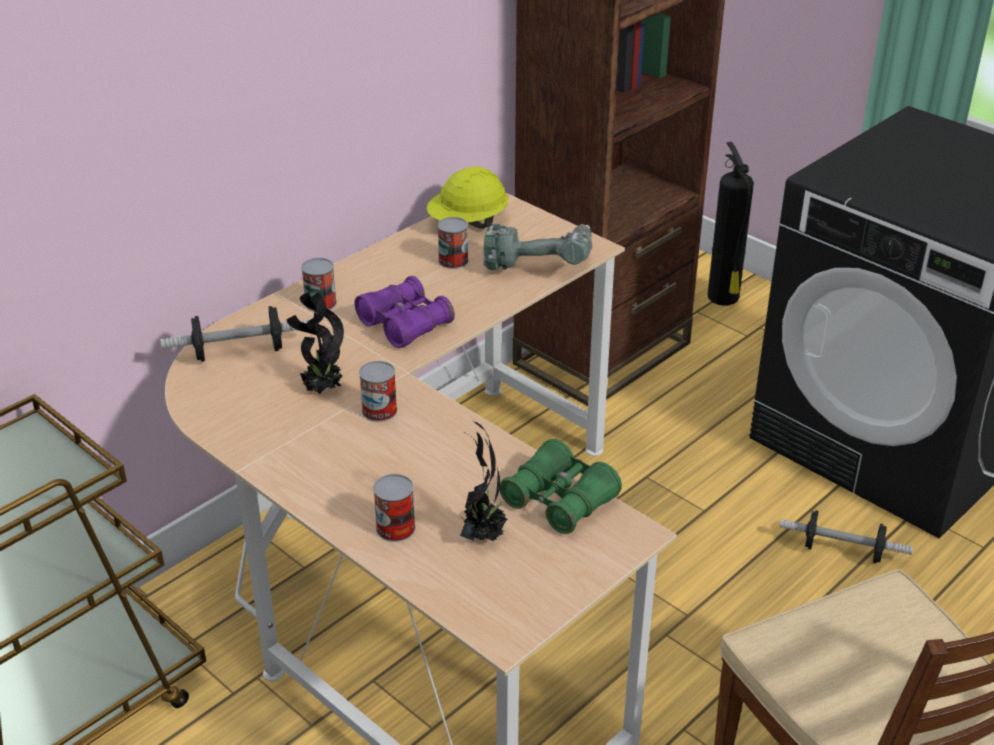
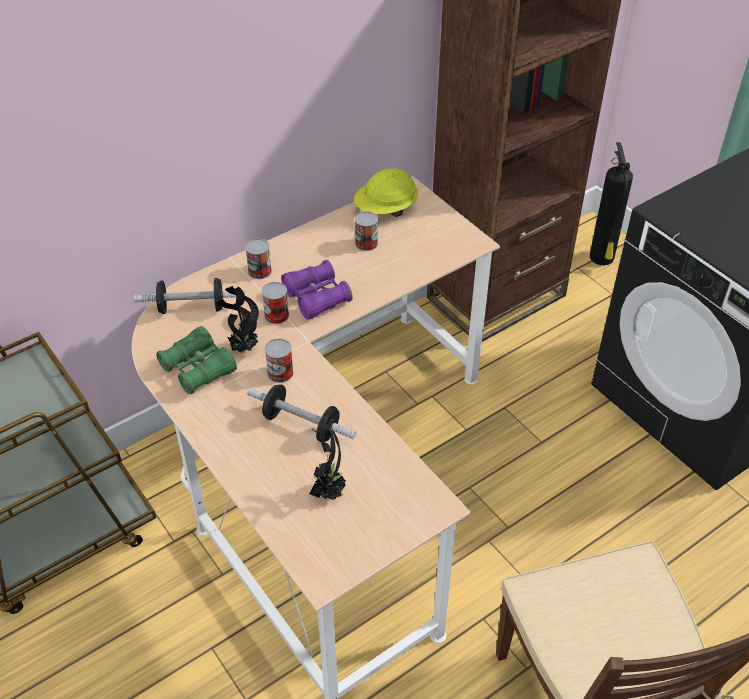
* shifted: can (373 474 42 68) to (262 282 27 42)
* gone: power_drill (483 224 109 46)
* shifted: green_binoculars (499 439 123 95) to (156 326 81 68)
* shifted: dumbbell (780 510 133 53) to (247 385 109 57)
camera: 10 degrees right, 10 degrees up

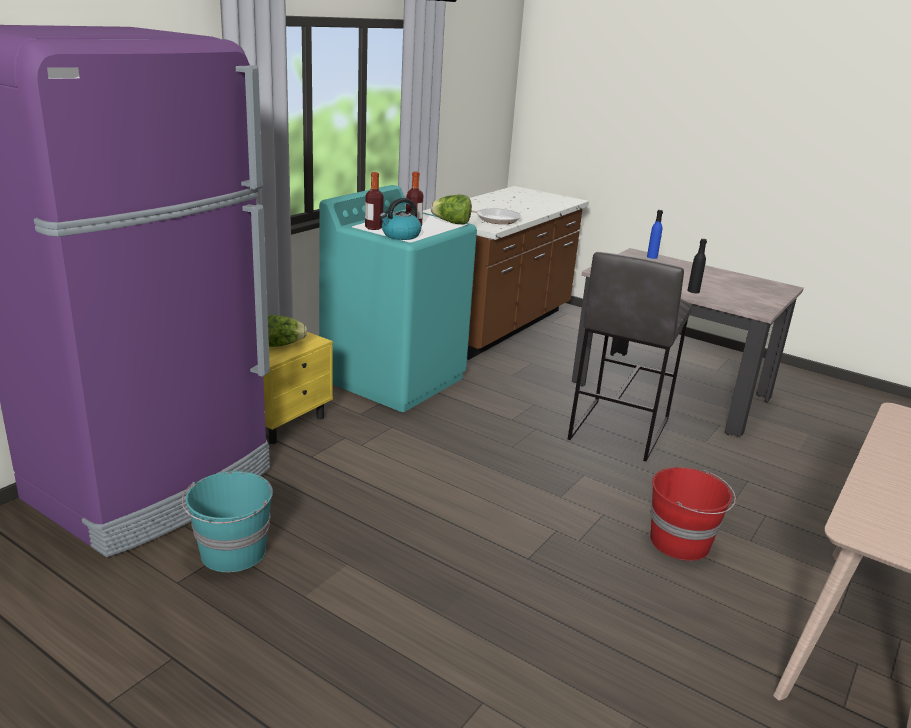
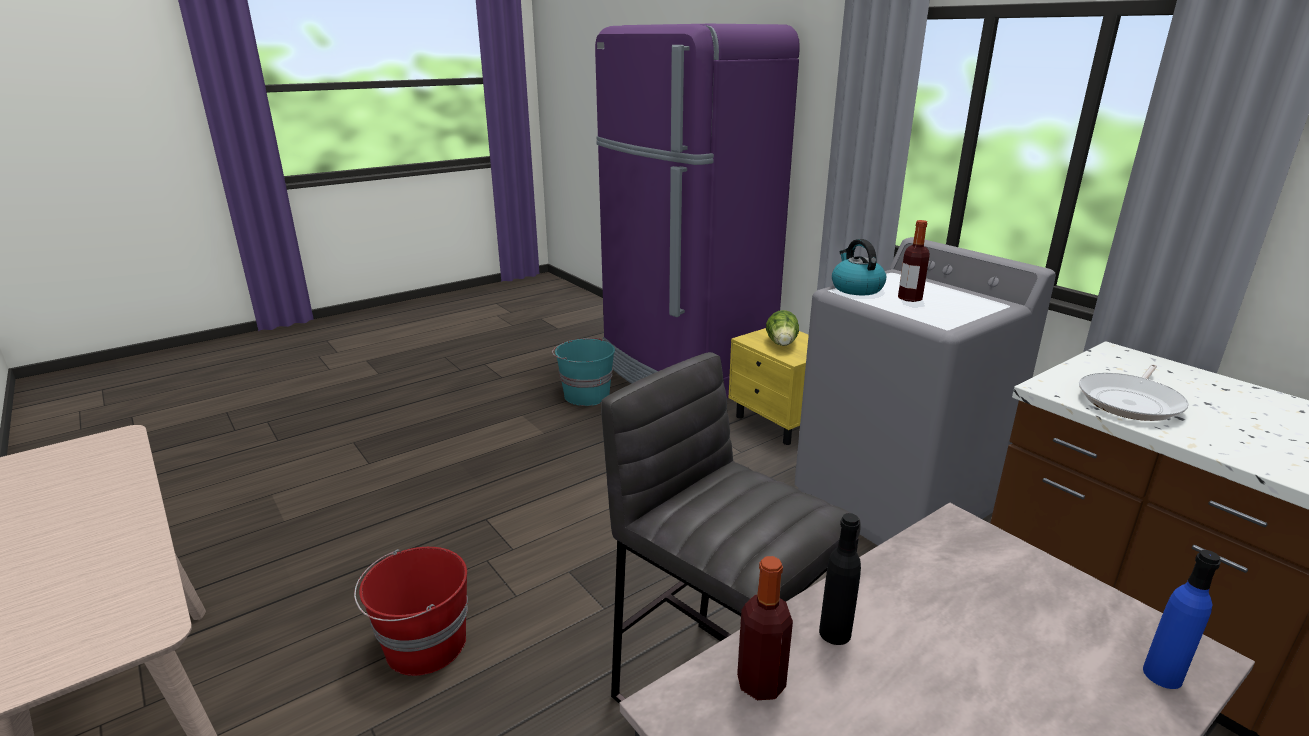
* repainted: turquoise_washing_machine (319 185 158 227) to grey_washing_machine (795 237 261 309)
* shifted: bottle (365 172 19 58) to (737 556 56 144)
* gone: lettuce (431 195 41 30)
camera: 110 degrees right, 0 degrees up

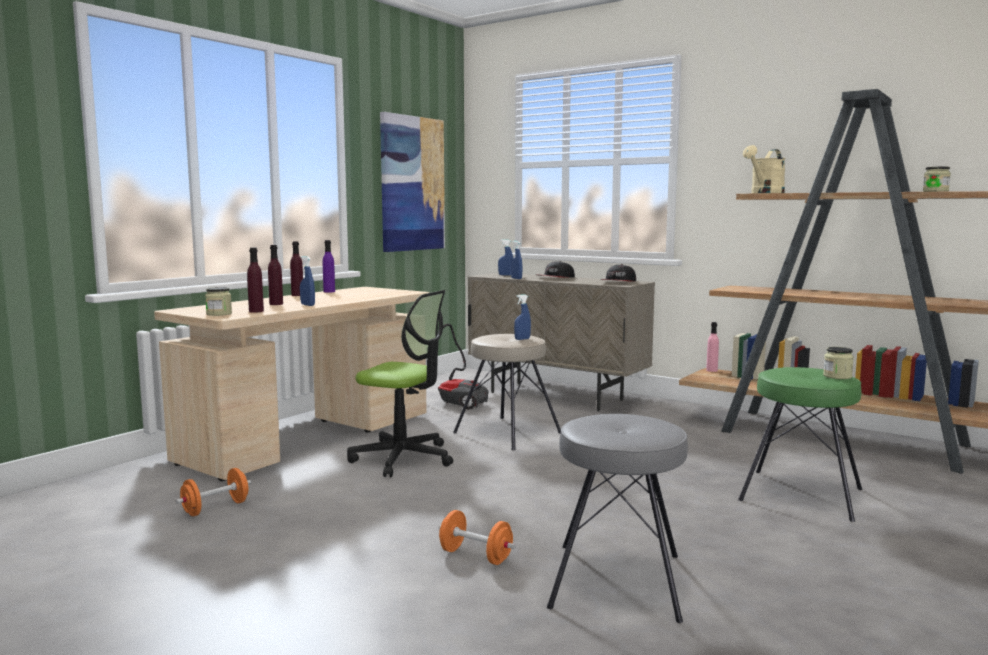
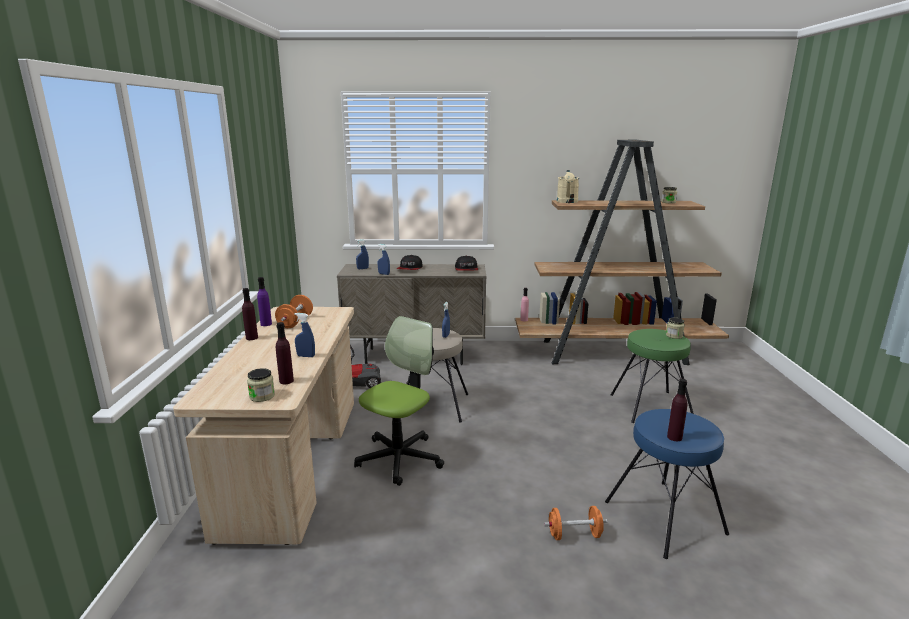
* shifted: orange_dumbbell (176 468 75 48) to (275 295 38 33)
* shifted: purple_bottle (268 245 15 60) to (667 379 20 62)
* rotated: office_chair (347 290 106 187) = (354 316 90 170) 45 degrees counterclockwise
* gone: picture (380 112 65 140)
* repainted: grey_stool (547 414 141 209) to blue_stool (605 409 124 150)
camera: 35 degrees left, 10 degrees up

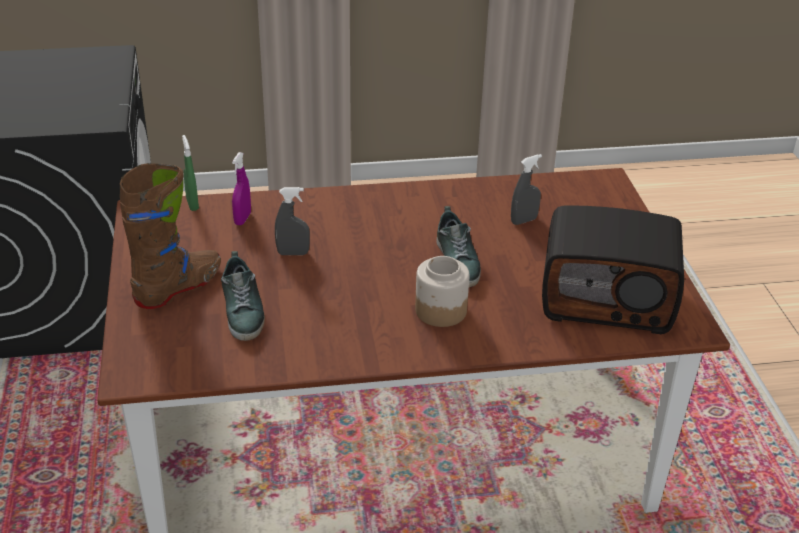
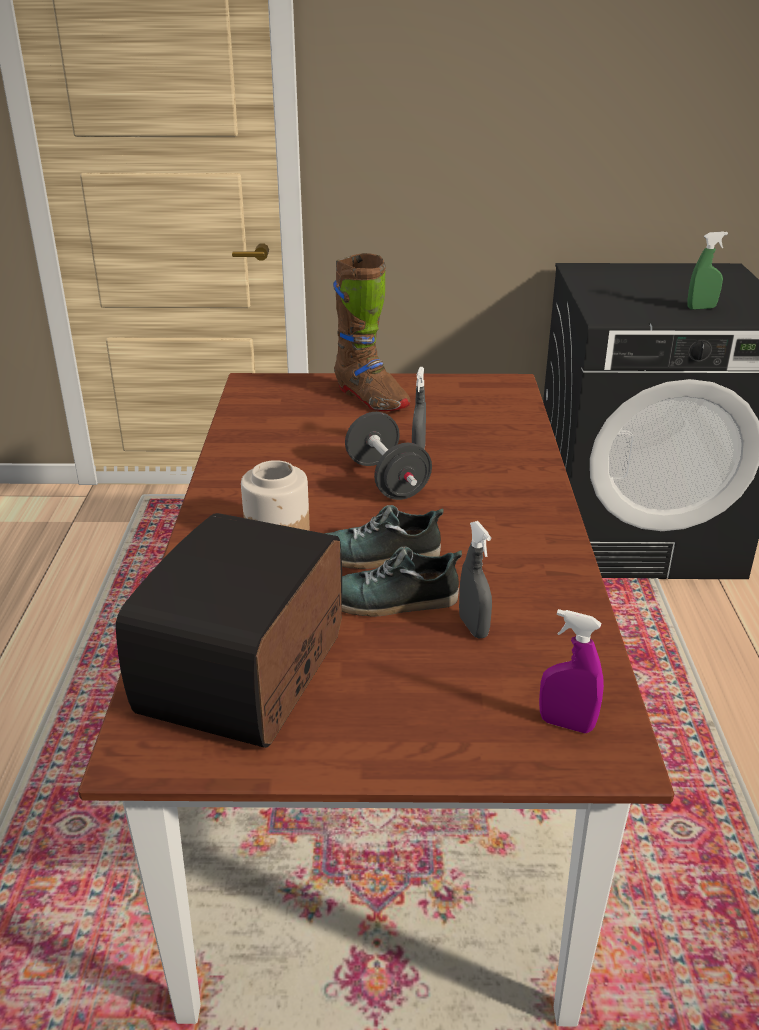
* shifted: green_spray_bottle (182 135 17 76) to (688 231 40 79)
* shifted: shoe (221 251 44 90) to (342 547 120 70)
* shifted: purple_spray_bottle (232 152 19 73) to (539 609 65 124)
* new: black_dumbbell (345 412 87 88)
camera: 100 degrees right, 5 degrees down

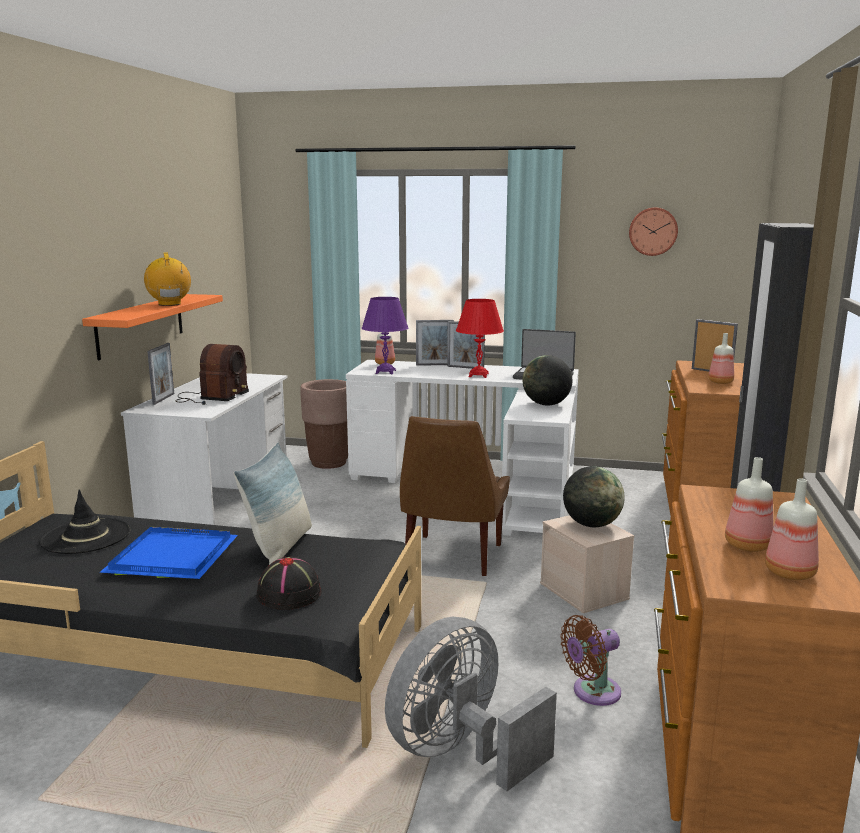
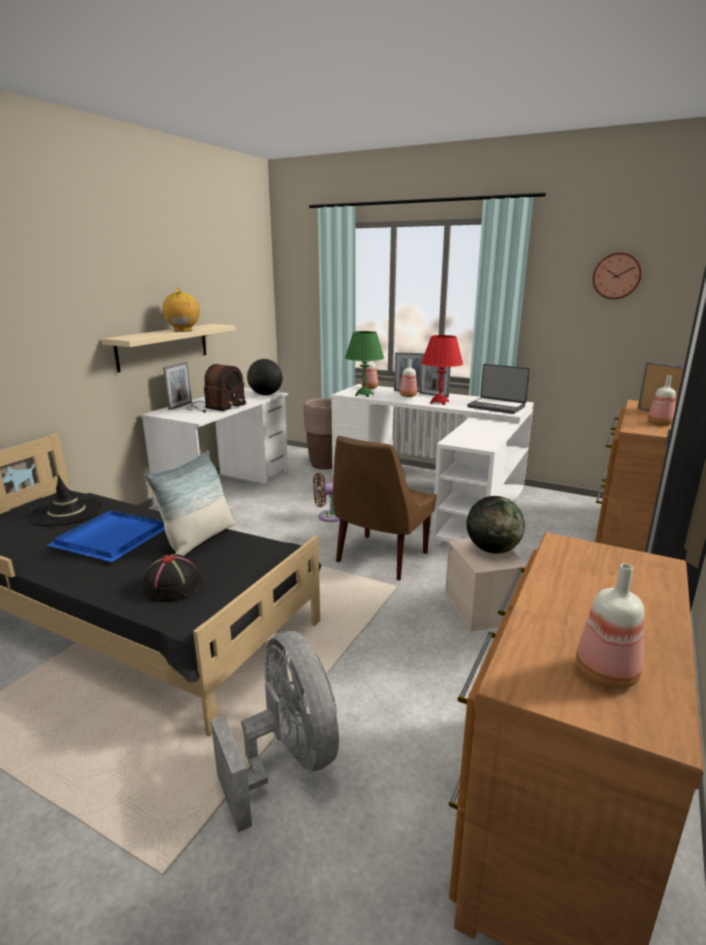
* repainted: orange_shelf (82 294 141 66) to beige_shelf (101 324 135 49)
* repainted: purple_table_lamp (362 297 46 77) to green_table_lamp (345 331 39 66)
* rotated: grey_fan (385 617 172 174) = (211 631 128 201) 90 degrees clockwise
* shifted: globe (522 355 50 51) to (247 359 36 36)
* shifted: brown_fan (560 615 61 91) to (313 473 27 49)
* shifted: bottle (725 457 49 95) to (399 359 18 38)
camera: 15 degrees right, 5 degrees up

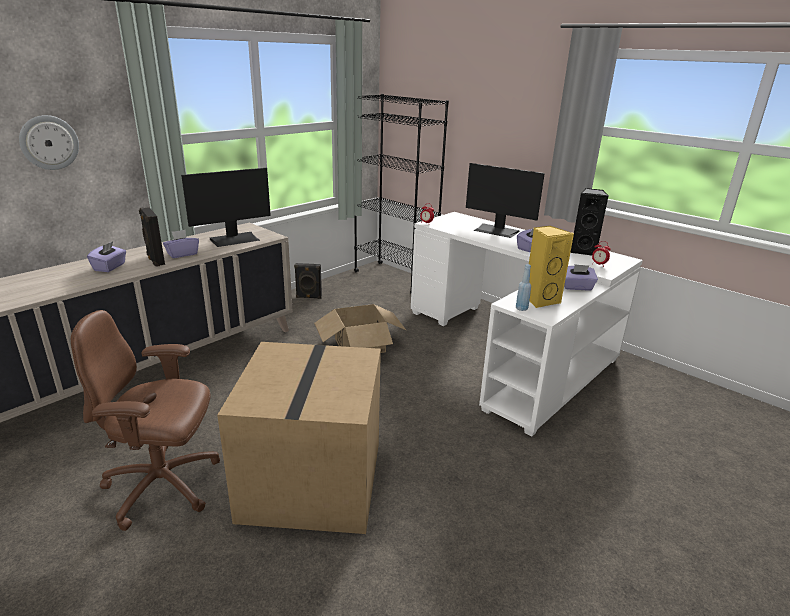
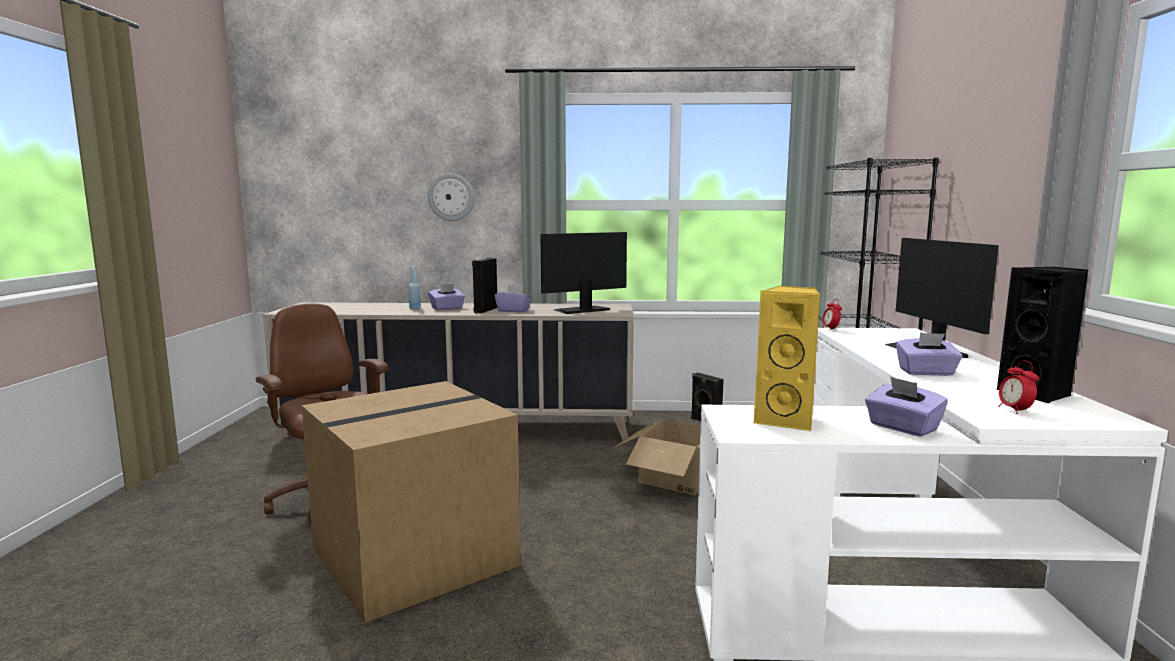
* rotated: monitor (181 168 90 79) = (540 232 87 82) 135 degrees clockwise
* shifted: blue_bottle (516 264 15 47) to (408 267 13 42)
camera: 50 degrees right, 15 degrees down

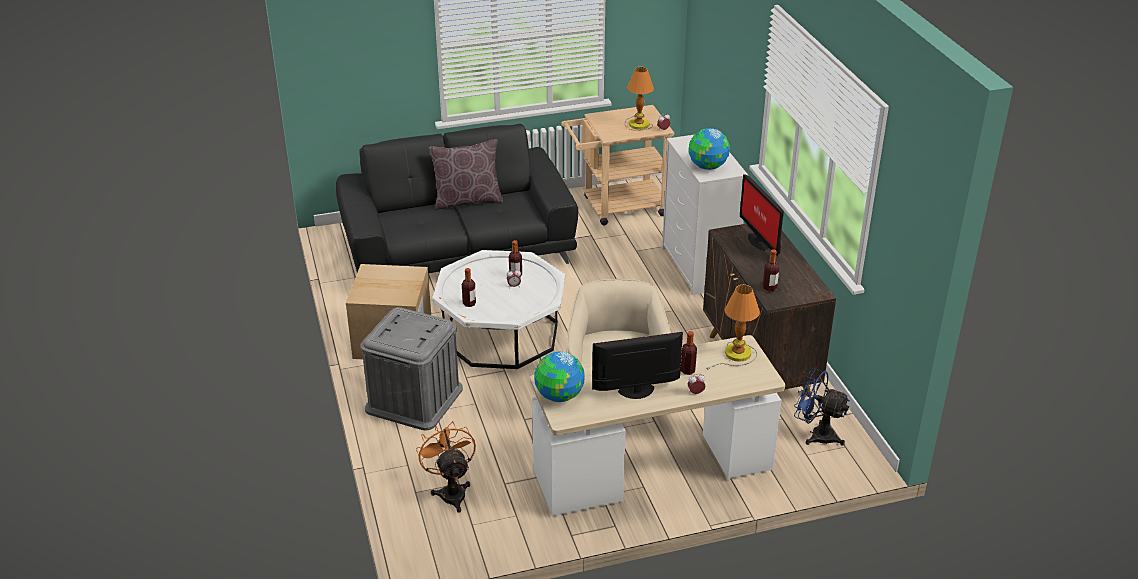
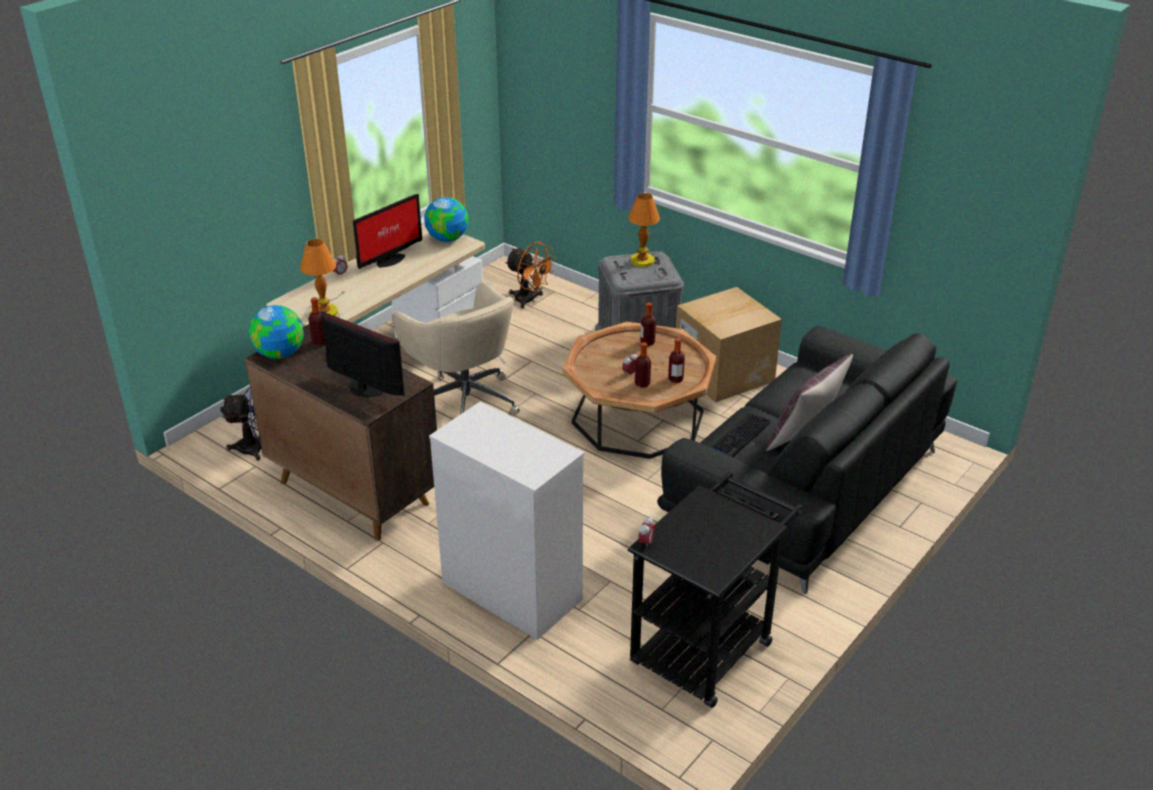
* repainted: white_coffee_table (432 250 133 119) to brown_coffee_table (562 322 155 137)
* repainted: beige_cart (561 105 113 121) to black_cart (628 472 175 236)
* shifted: table_lamp (625 67 29 63) to (626 193 38 85)
* shifted: bottle (681 331 16 44) to (668 338 17 45)
* shifted: globe (689 128 41 42) to (249 305 55 54)
* new: keyboard (711 413 60 44)
camera: 145 degrees right, 0 degrees up

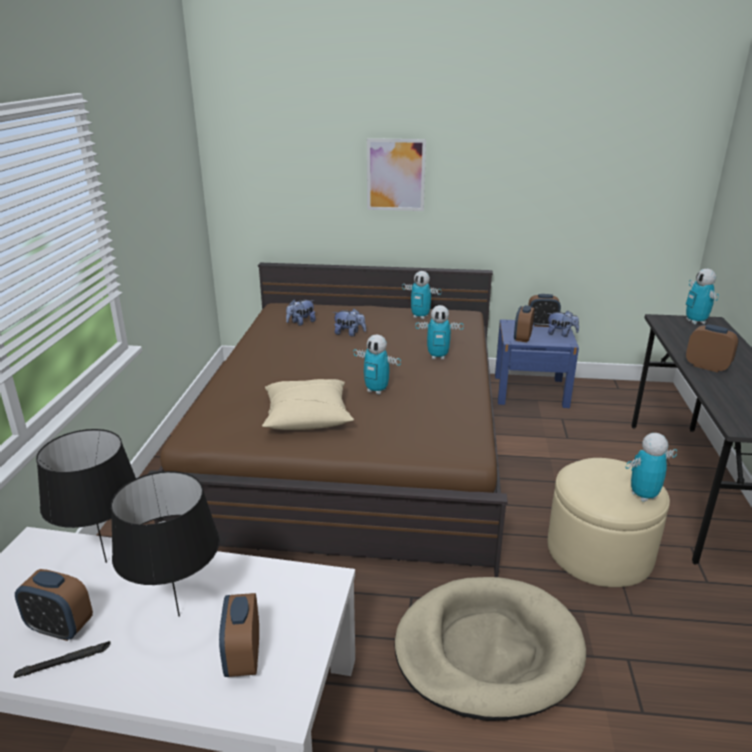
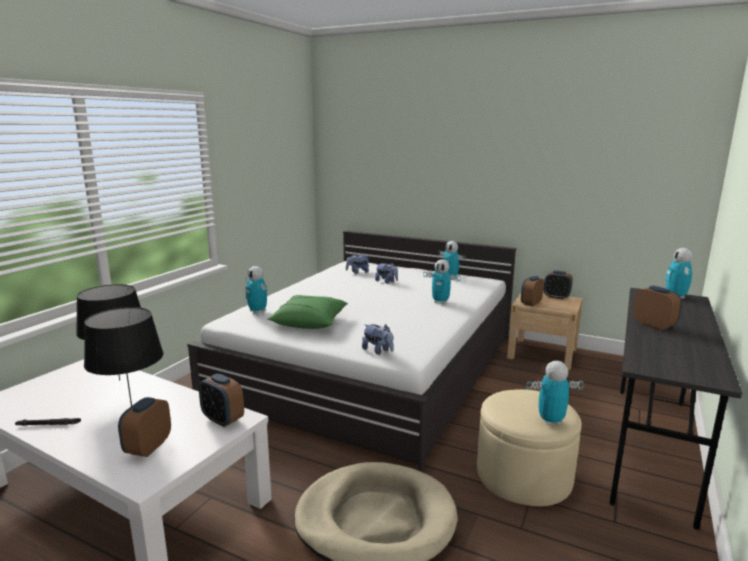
* shifted: alarm_clock (15 569 78 72) to (199 374 45 53)
* repainted: brown_bed (148 263 360 314) to white_bed (187 231 330 241)
* repainted: beige_pillow (262 379 92 51) to green_pillow (267 295 81 34)
* shifted: toy_robot (353 334 48 61) to (246 266 21 48)
* gone: picture (367 138 59 73)
* repainted: blue_nightstand (495 319 84 89) to beige_nightstand (507 293 76 77)
* shifted: plush_toy (547 311 32 26) to (362 324 32 31)
camera: 20 degrees right, 10 degrees down

